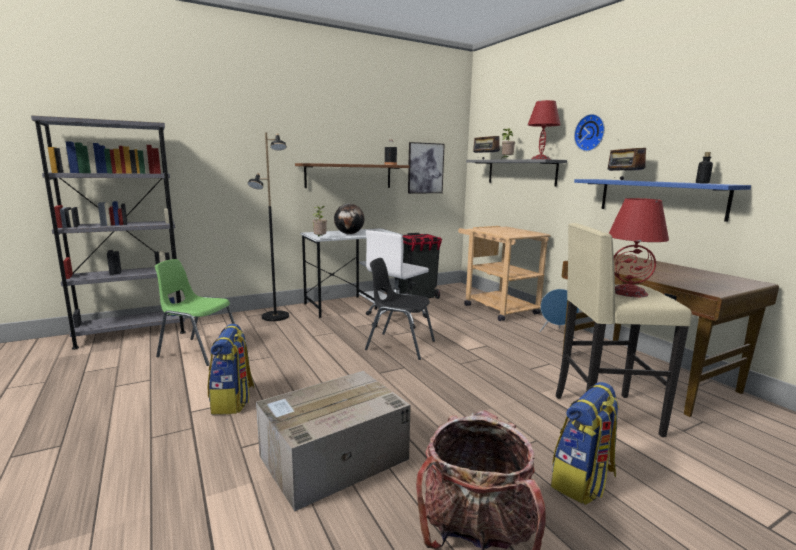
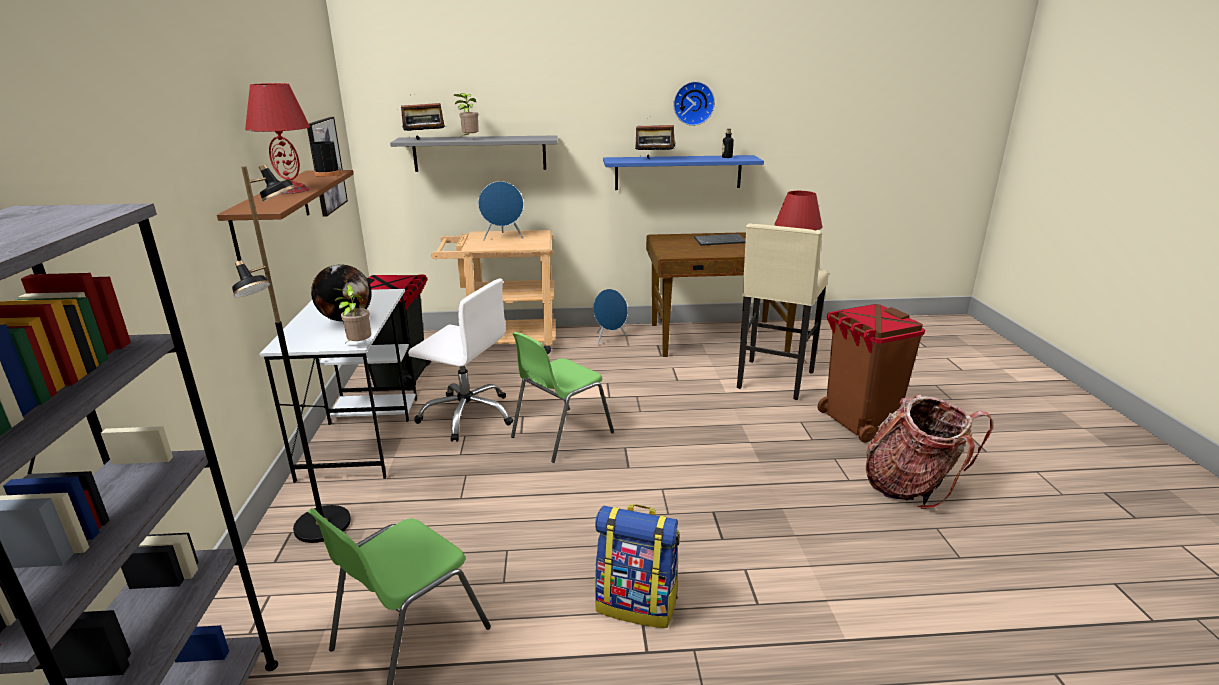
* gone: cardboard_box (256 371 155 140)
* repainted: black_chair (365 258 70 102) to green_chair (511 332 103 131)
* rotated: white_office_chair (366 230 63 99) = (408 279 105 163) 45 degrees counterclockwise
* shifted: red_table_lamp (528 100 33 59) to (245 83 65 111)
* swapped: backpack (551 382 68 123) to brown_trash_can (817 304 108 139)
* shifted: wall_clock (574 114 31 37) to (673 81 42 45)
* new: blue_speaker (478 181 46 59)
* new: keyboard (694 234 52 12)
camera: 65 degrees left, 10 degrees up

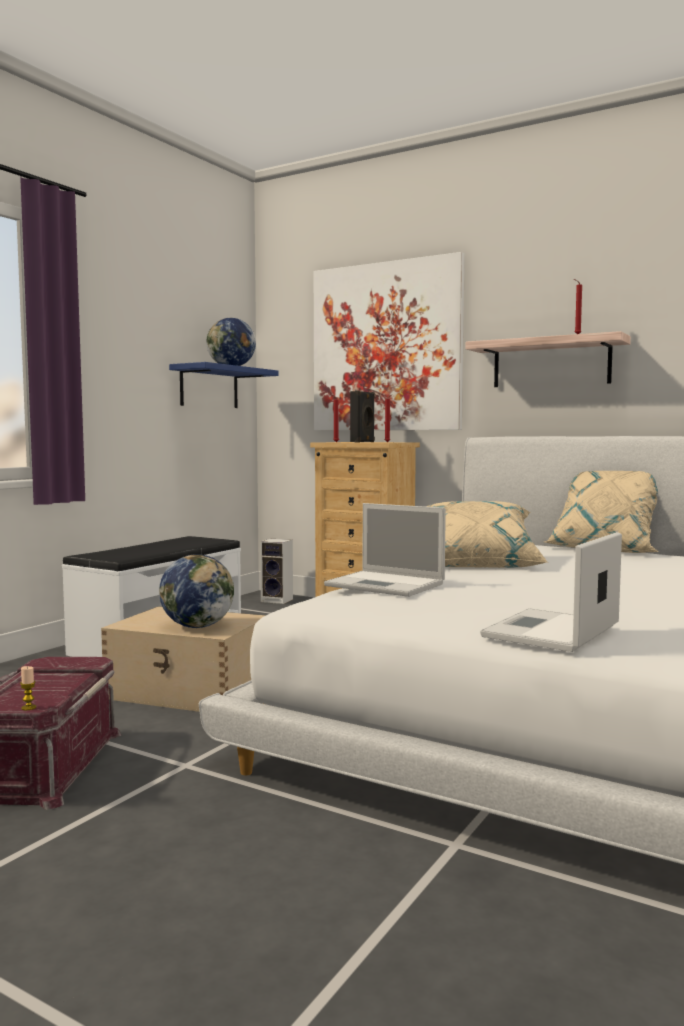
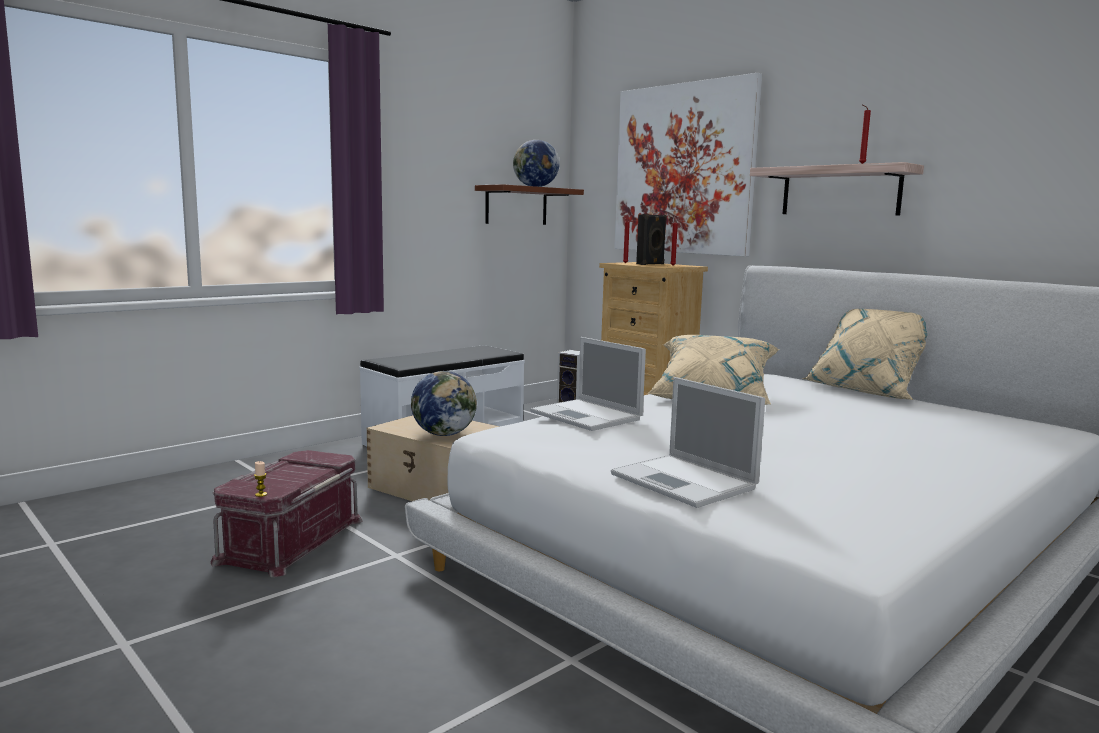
* repainted: blue_shelf (169 362 110 46) to brown_shelf (475 184 109 41)
* rotated: laptop (480 532 142 120) = (611 377 154 131) 90 degrees counterclockwise
camera: 15 degrees right, 5 degrees up

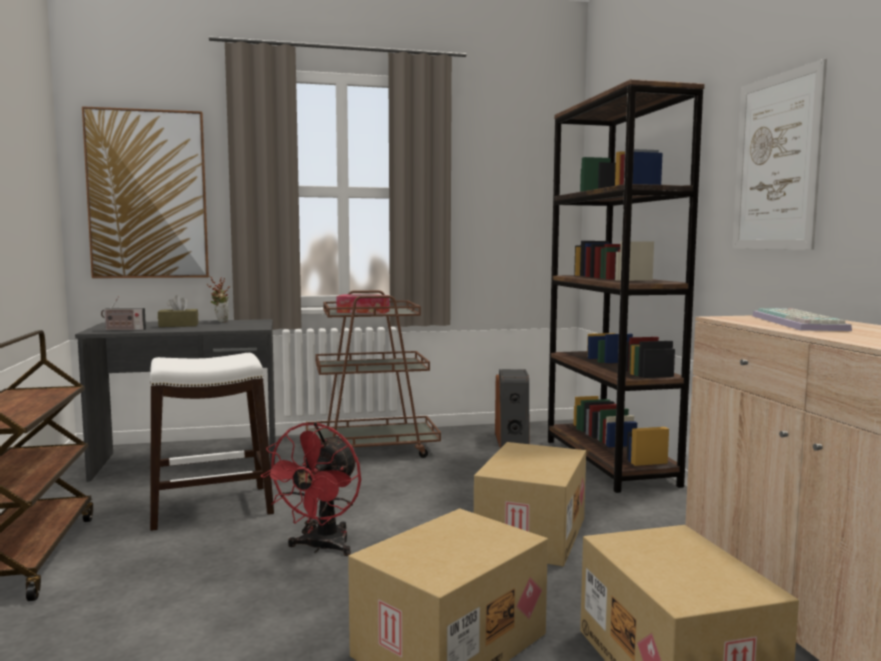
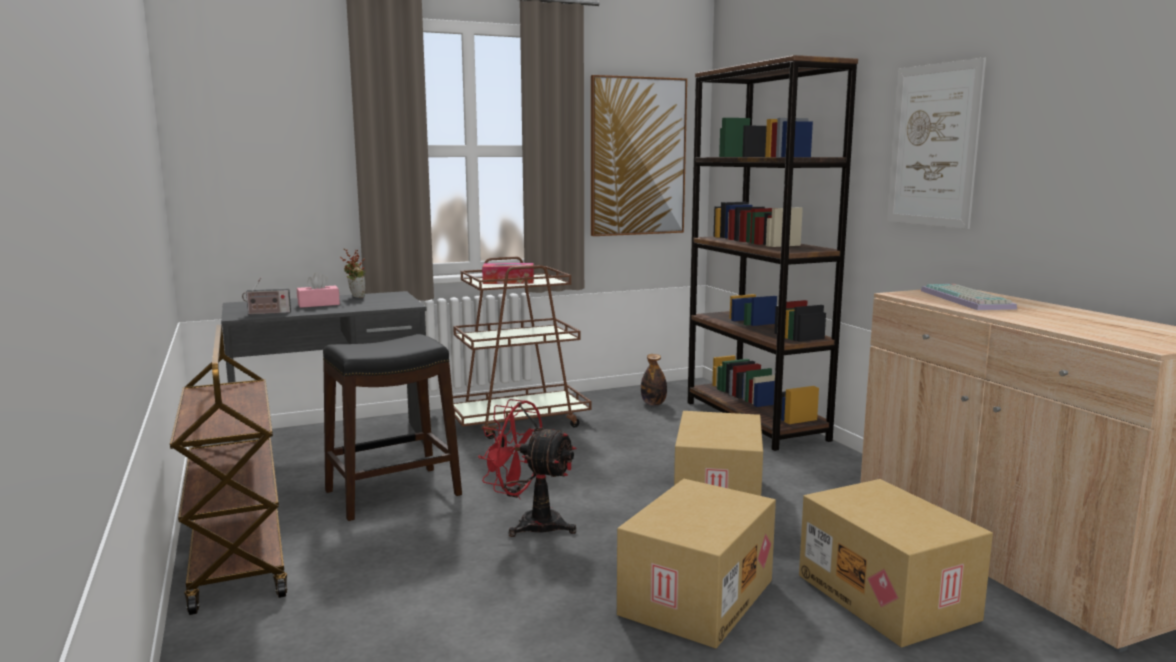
* shifted: picture (82 106 127 172) to (591 75 96 161)
* repainted: white_stool (150 353 124 178) to black_stool (323 334 139 187)
* repainted: brown_tissue_box (158 295 40 32) to pink_tissue_box (297 272 43 36)
* rotated: red_fan (261 422 100 134) = (478 399 99 138) 105 degrees clockwise
* swapped: speaker (495 369 35 79) to bottle (641 354 26 52)
camera: 10 degrees left, 5 degrees up

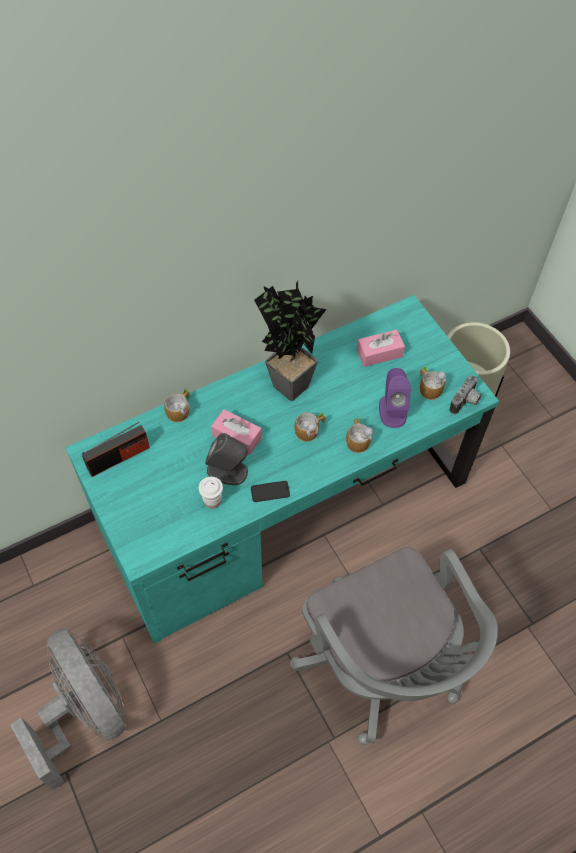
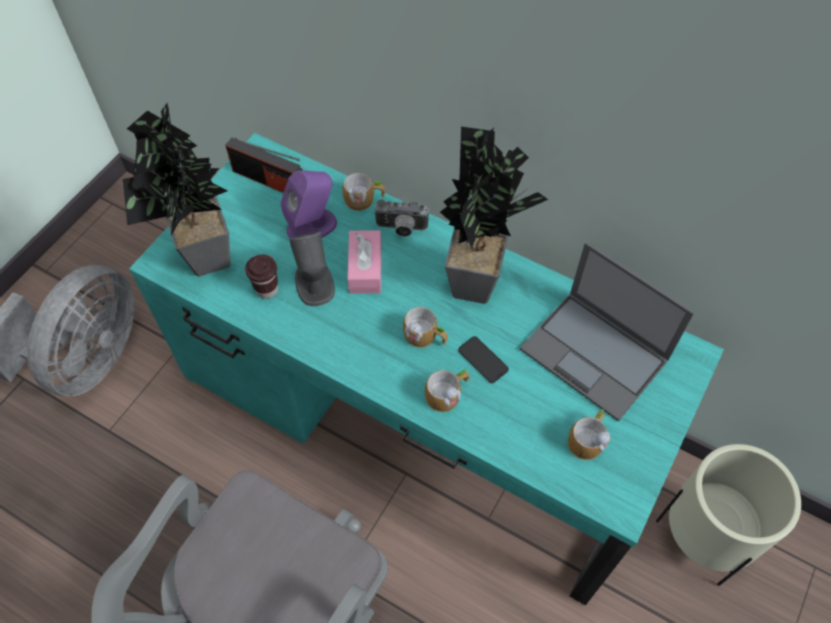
* repainted: white_cup (199 477 24 32) to brown_cup (245 254 33 45)
* shifted: phone (251 481 39 21) to (458 336 51 47)
* swapped: pink_tissue_box (357 329 48 38) to laptop (520 242 175 179)
* shifted: purple_speaker (379 368 32 60) to (281 170 56 68)
* shifted: photo_camera (449 376 33 38) to (374 199 55 38)
* new: potted_plant (123 103 108 174)
camera: 60 degrees right, 0 degrees up

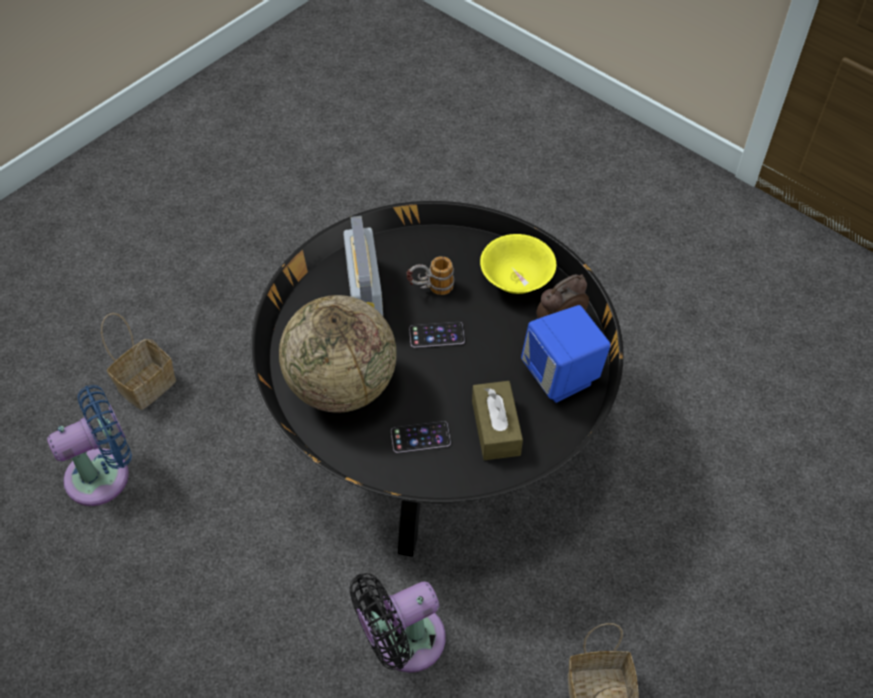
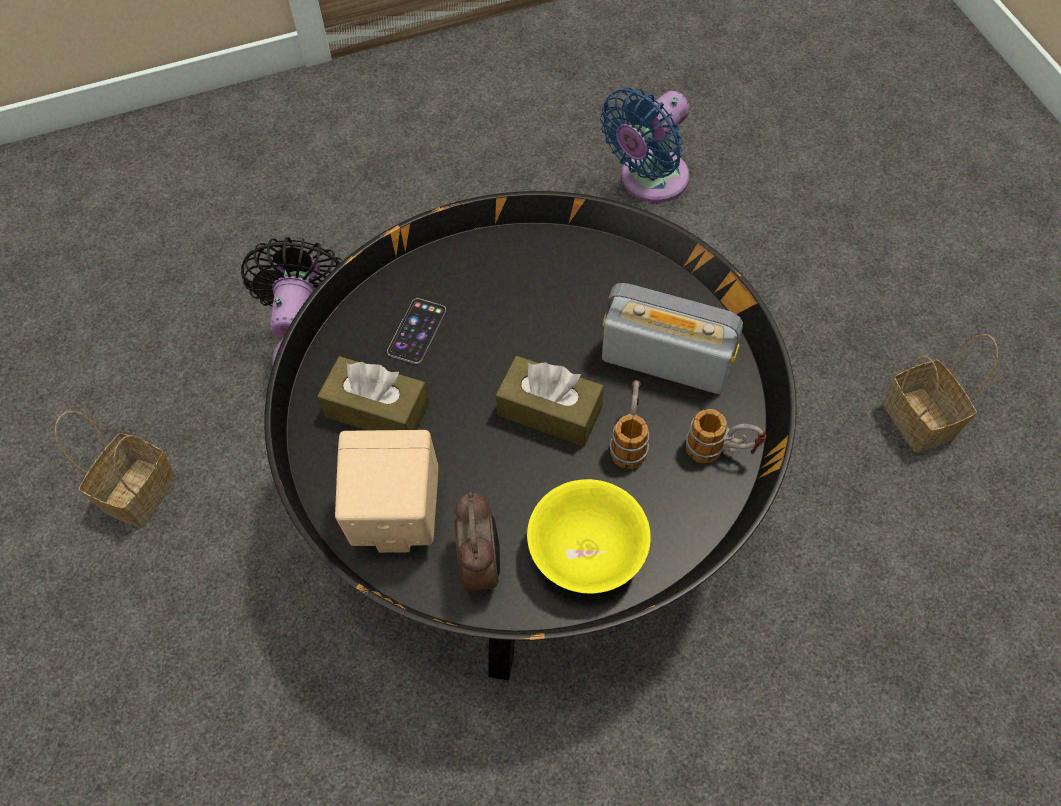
* rotated: blue_fan (47 385 85 121) = (600 88 90 115) 45 degrees clockwise
* shifted: basket (101 313 75 97) to (883 334 115 119)
* gone: globe (279 295 118 118)
* swapped: phone (409 322 56 26) to brown_tissue_box (496 356 108 90)
* repainted: blue_speaker (521 305 90 98) to beige_speaker (335 430 103 123)
* new: mug (686 409 81 54)
camera: 120 degrees right, 5 degrees up

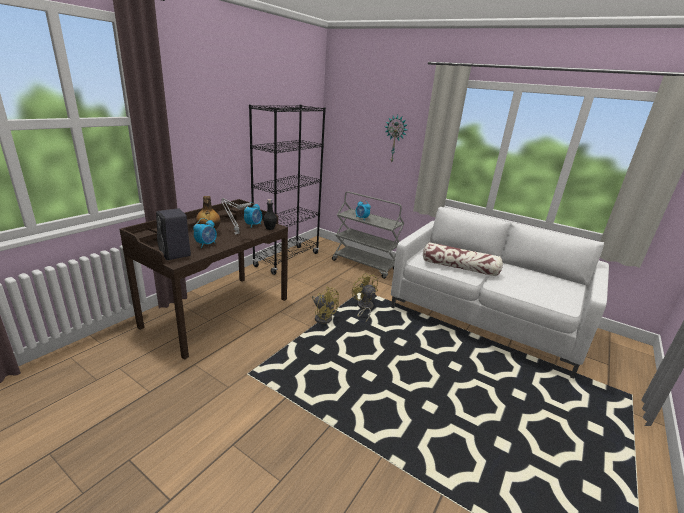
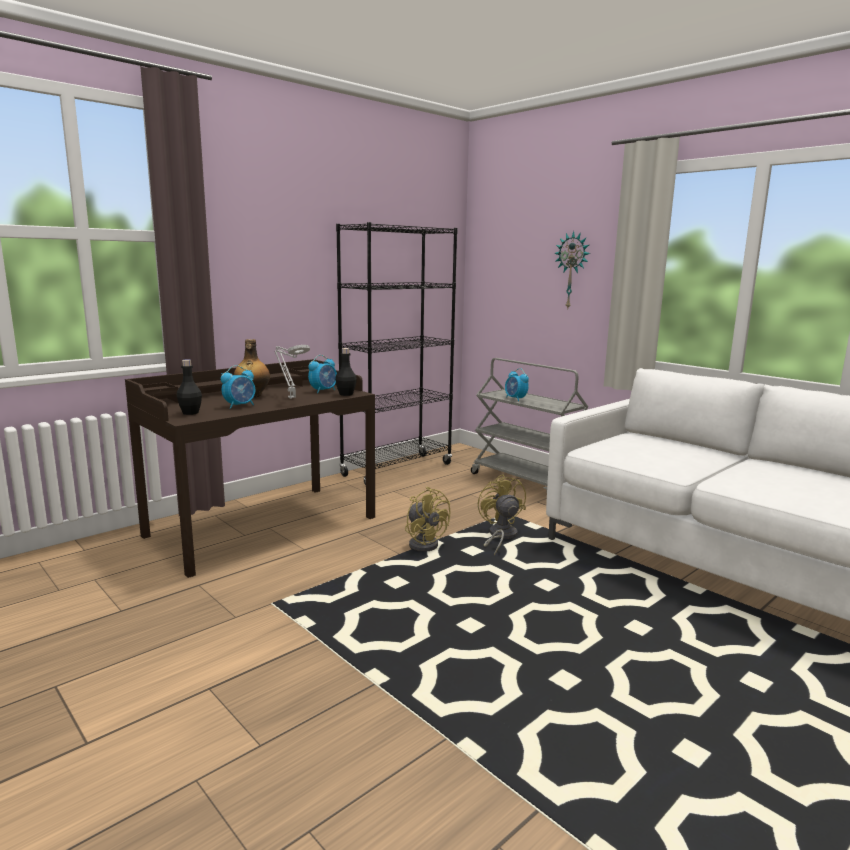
* swapped: black_speaker (156 209 35 51) to black_bottle (177 360 25 55)
* gone: pillow (423 242 80 35)
camera: 15 degrees right, 10 degrees down

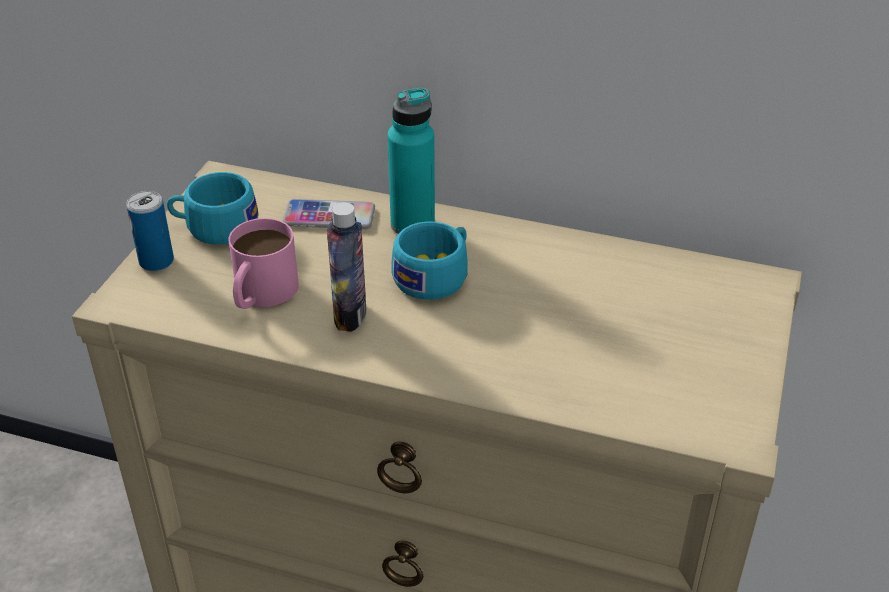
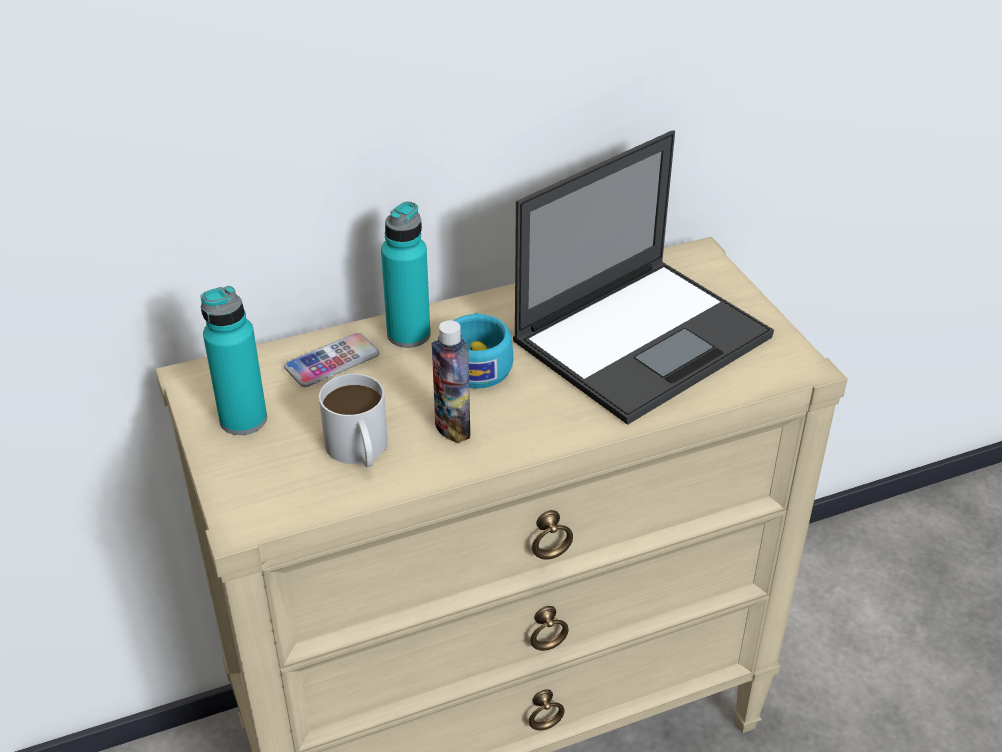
* gone: can (126 191 48 80)
* swapped: turquoise_cup (167 172 92 73) to turquoise_bottle (201 286 66 149)
* repainted: pink_mug (228 218 71 91) to white_mug (319 374 69 93)
* new: laptop (513 130 261 295)
camera: 40 degrees left, 0 degrees up

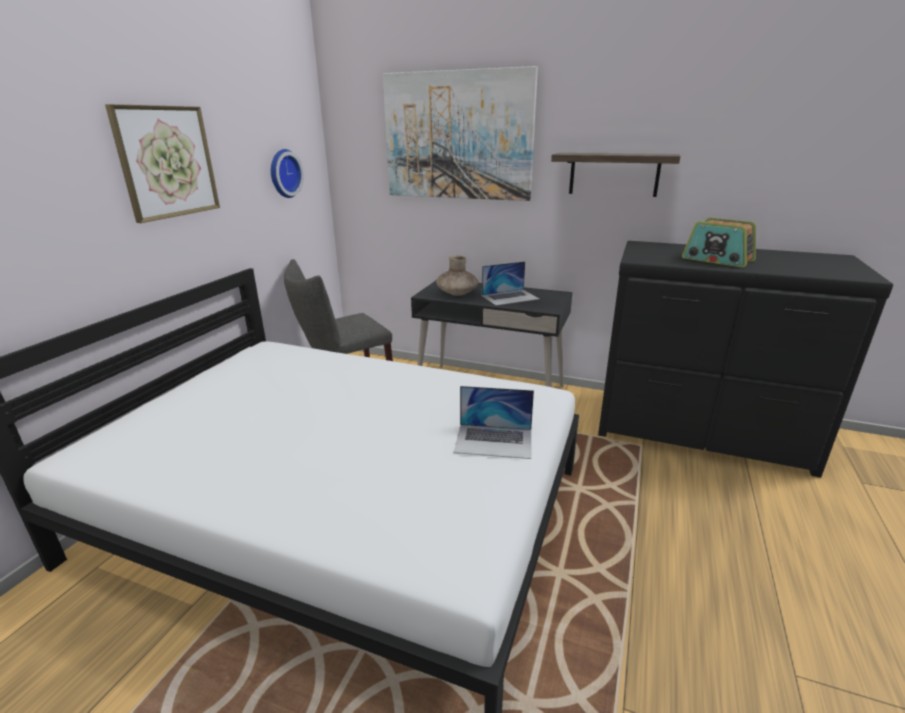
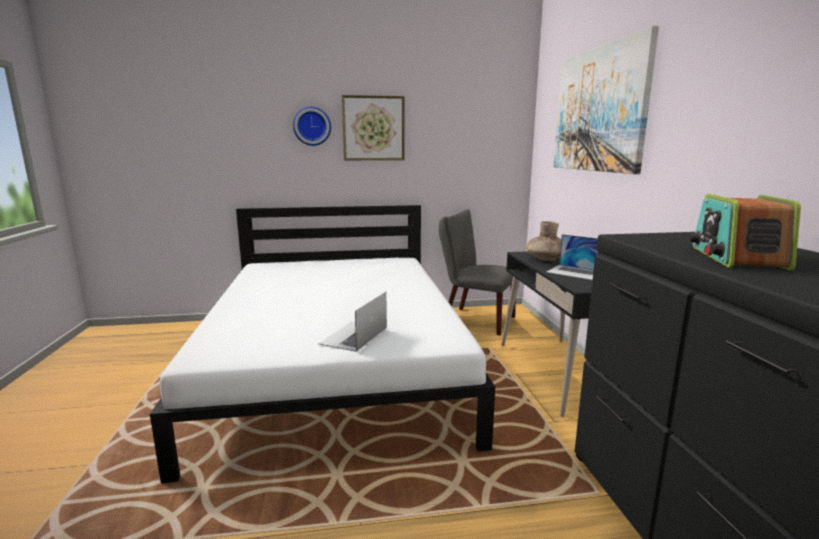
* shifted: wall_clock (271 149 33 49) to (293 107 38 39)
* rotated: laptop (454 386 80 73) = (318 292 69 60) 45 degrees clockwise
* gone: shelf (551 153 129 44)
camera: 60 degrees right, 10 degrees down

